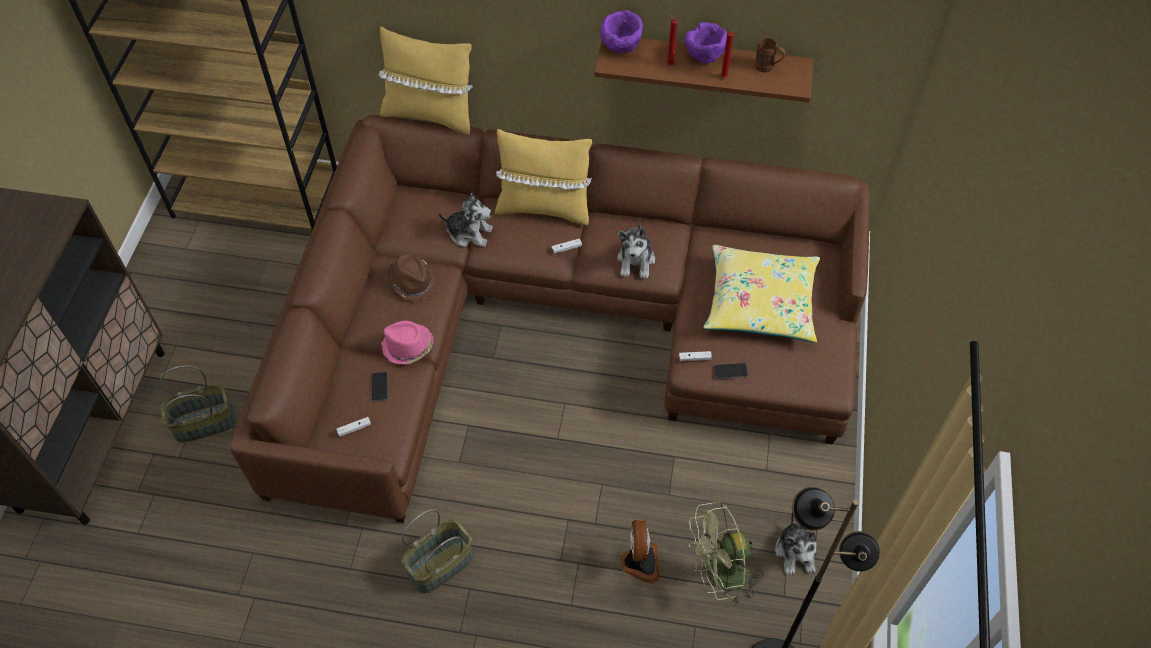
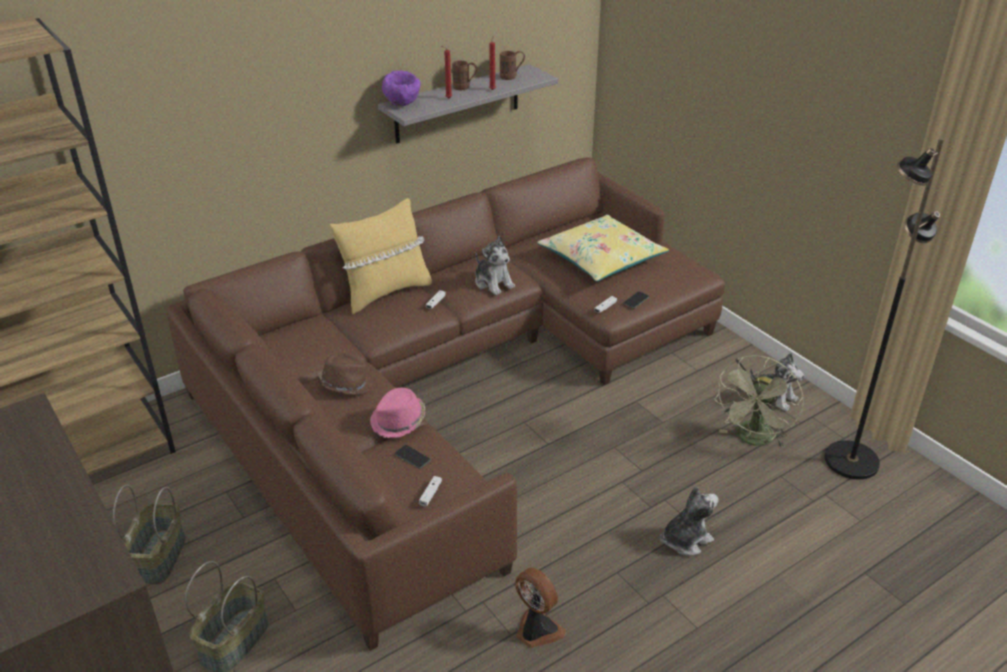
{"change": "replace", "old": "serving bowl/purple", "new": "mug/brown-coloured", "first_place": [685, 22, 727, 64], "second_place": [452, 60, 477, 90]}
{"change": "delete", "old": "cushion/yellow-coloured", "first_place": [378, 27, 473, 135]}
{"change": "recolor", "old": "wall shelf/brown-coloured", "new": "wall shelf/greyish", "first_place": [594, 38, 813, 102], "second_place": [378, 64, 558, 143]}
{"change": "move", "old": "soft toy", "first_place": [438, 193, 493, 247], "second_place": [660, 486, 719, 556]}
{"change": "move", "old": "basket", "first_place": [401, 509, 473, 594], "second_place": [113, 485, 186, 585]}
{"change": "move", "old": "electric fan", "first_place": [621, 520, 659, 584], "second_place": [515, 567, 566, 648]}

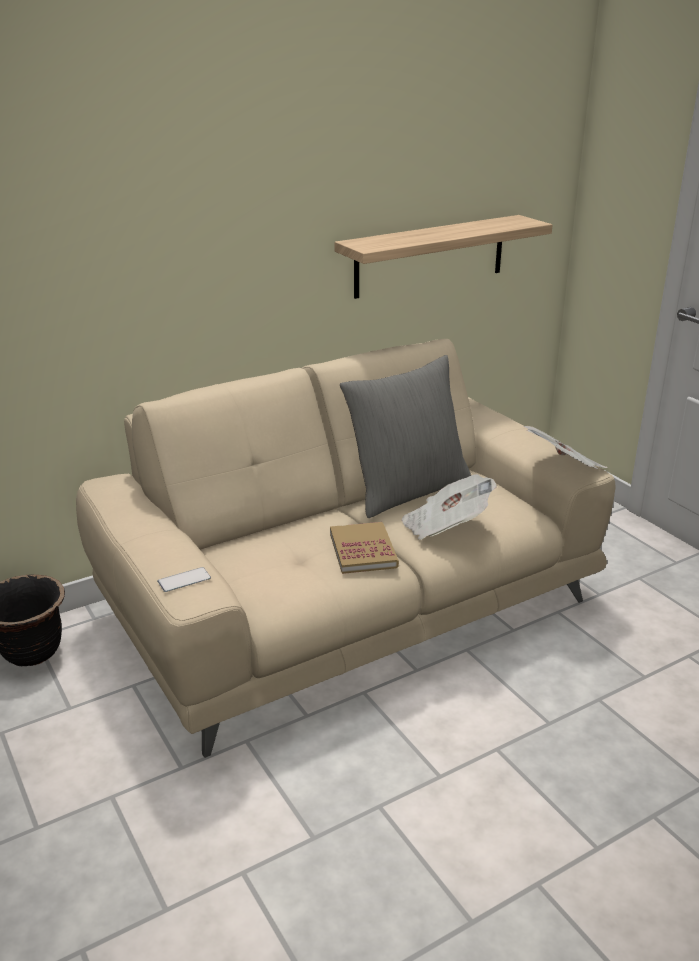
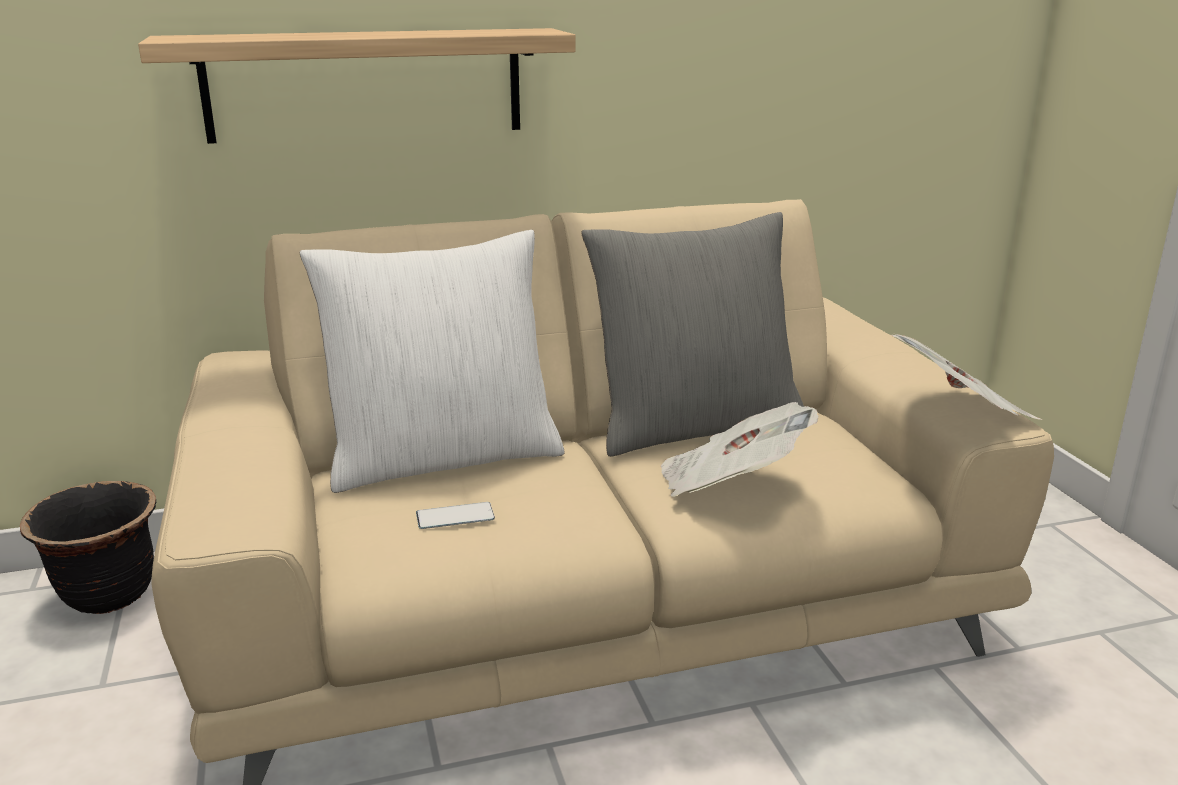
{"change": "move", "old": "wall shelf", "first_place": [335, 215, 553, 299], "second_place": [138, 28, 576, 144]}
{"change": "delete", "old": "bound book", "first_place": [330, 522, 399, 574]}
{"change": "move", "old": "handset", "first_place": [157, 567, 211, 592], "second_place": [416, 502, 495, 529]}
{"change": "insert", "new": "cushion/white", "second_place": [300, 230, 565, 493]}

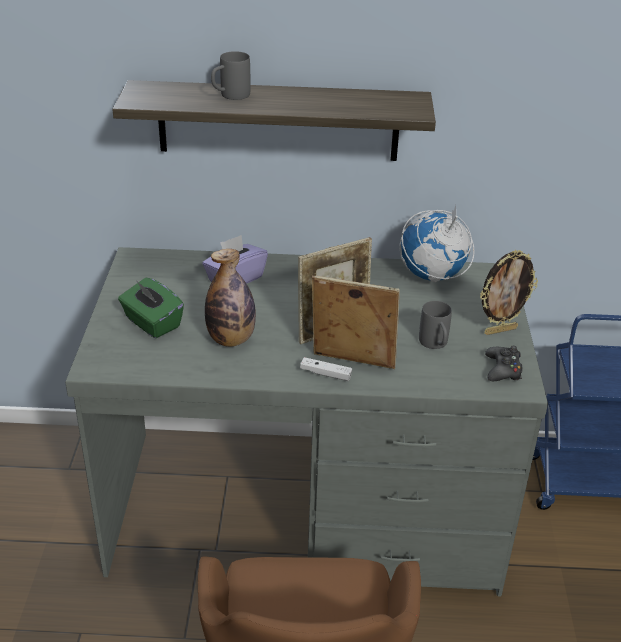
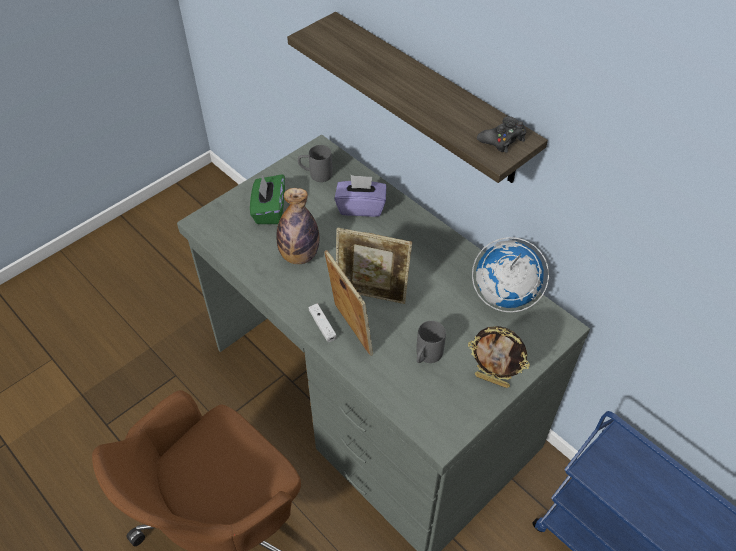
{"change": "move", "old": "mug/greyish", "first_place": [211, 51, 250, 100], "second_place": [298, 145, 332, 182]}
{"change": "move", "old": "gamepad/black-coloured", "first_place": [485, 346, 522, 381], "second_place": [477, 116, 526, 153]}

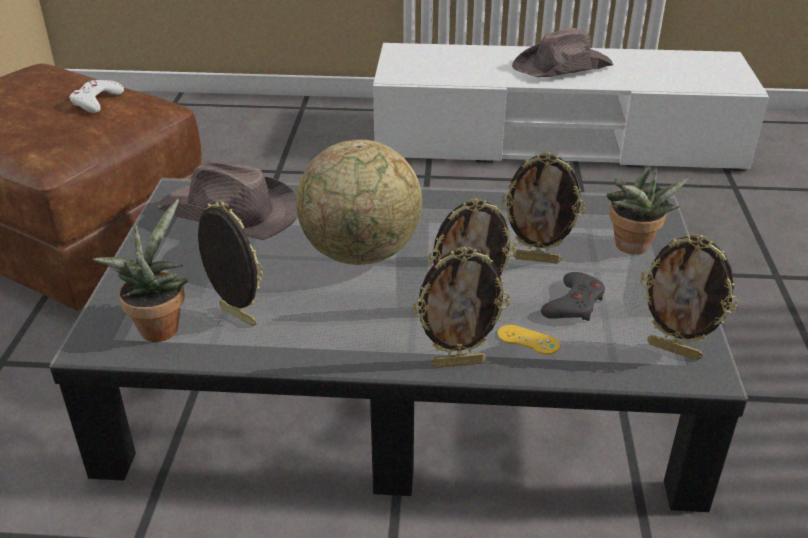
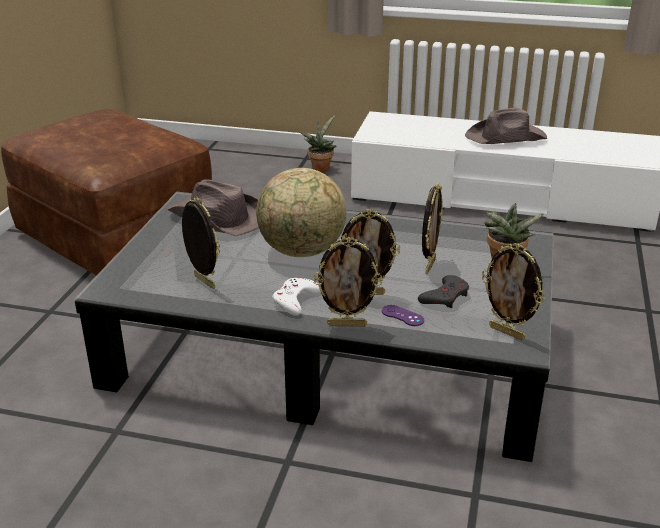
{"change": "move", "old": "gamepad/white", "first_place": [70, 80, 124, 113], "second_place": [273, 278, 320, 316]}
{"change": "rotate", "old": "standing frame", "first_place": [501, 152, 585, 264], "second_place": [422, 183, 443, 274], "degrees": -90}
{"change": "move", "old": "plant in a pot", "first_place": [93, 199, 188, 342], "second_place": [301, 115, 336, 172]}
{"change": "recolor", "old": "gamepad/yellow-coloured", "new": "gamepad/purple", "first_place": [498, 325, 560, 355], "second_place": [382, 305, 424, 326]}

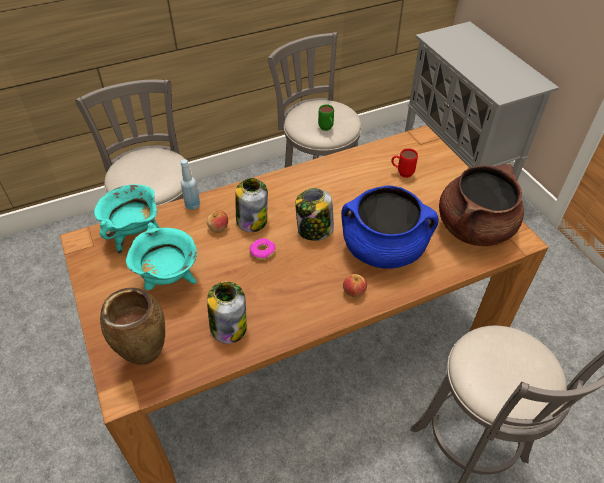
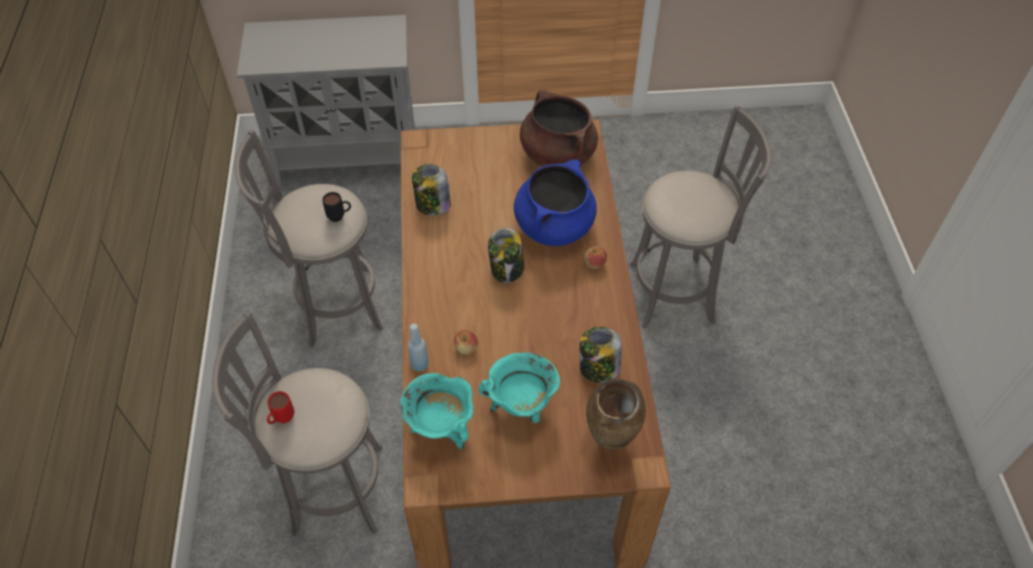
{"change": "recolor", "old": "mug/green-coloured", "new": "mug/black-coloured", "first_place": [318, 104, 334, 131], "second_place": [323, 192, 351, 222]}
{"change": "move", "old": "mug/red-coloured", "first_place": [391, 148, 418, 178], "second_place": [267, 391, 294, 424]}
{"change": "move", "old": "jar", "first_place": [235, 178, 268, 232], "second_place": [412, 164, 451, 216]}
{"change": "delete", "old": "ring doughnut", "first_place": [250, 238, 276, 260]}

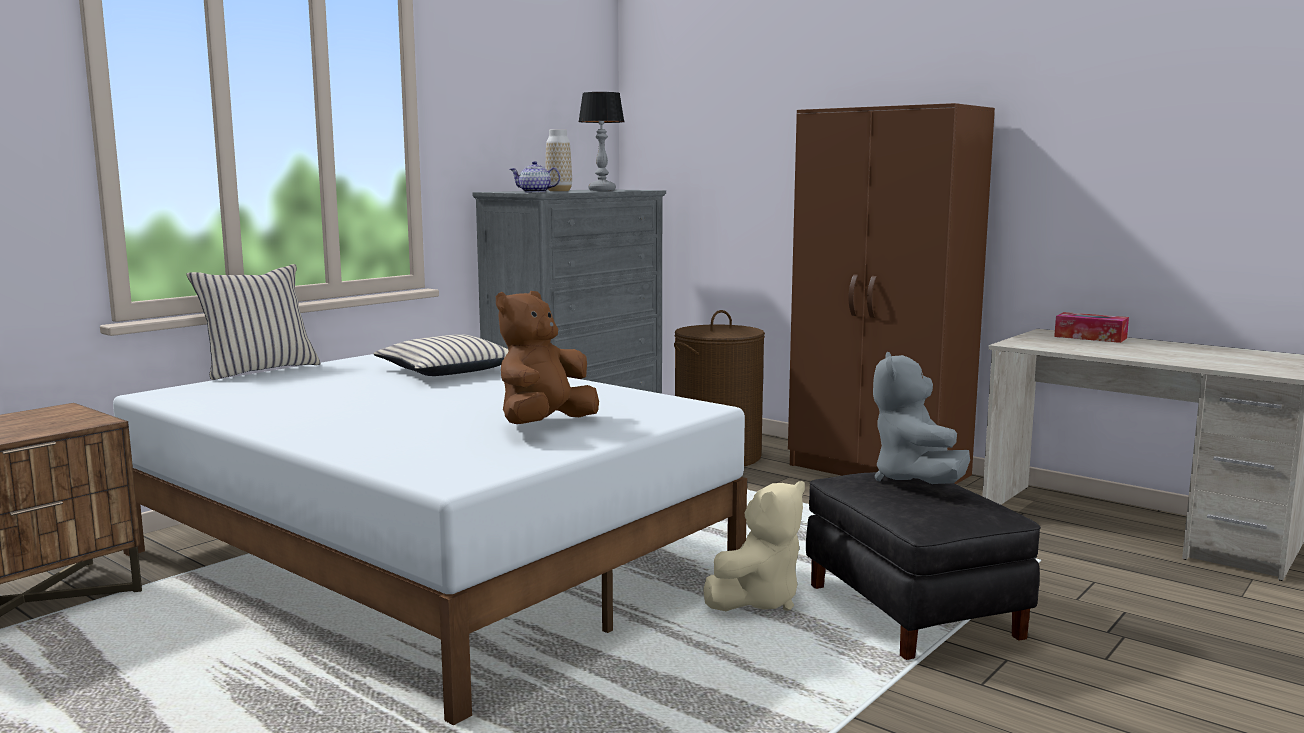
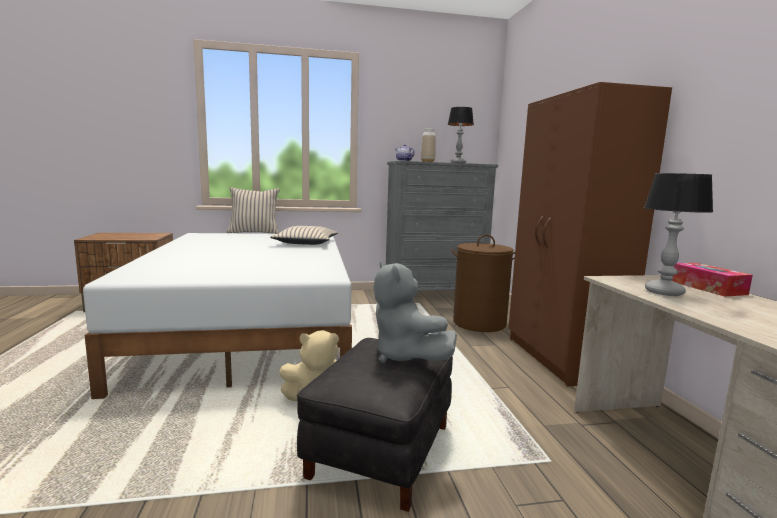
{"change": "delete", "old": "soft toy/brown-coloured", "first_place": [496, 291, 599, 424]}
{"change": "rotate", "old": "soft toy/greyish", "first_place": [873, 352, 970, 484], "second_place": [374, 261, 457, 363], "degrees": -75}
{"change": "insert", "new": "table lamp", "second_place": [644, 173, 713, 296]}

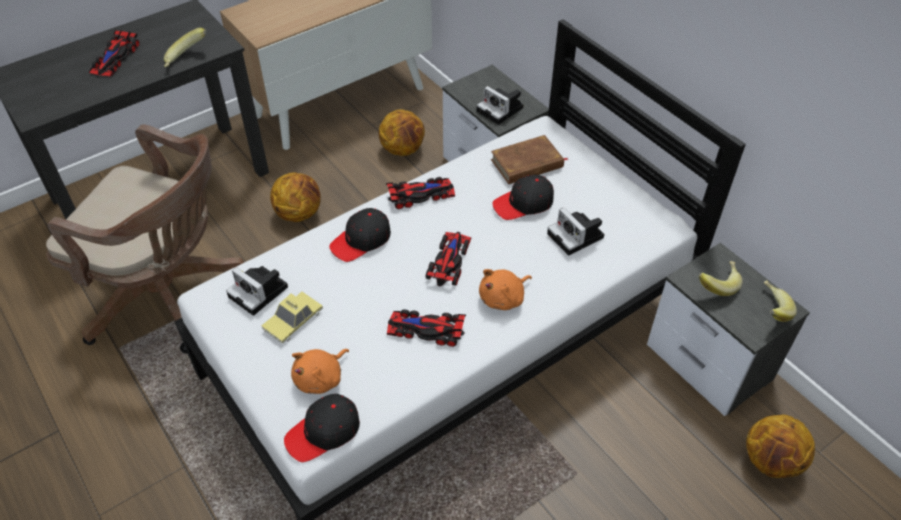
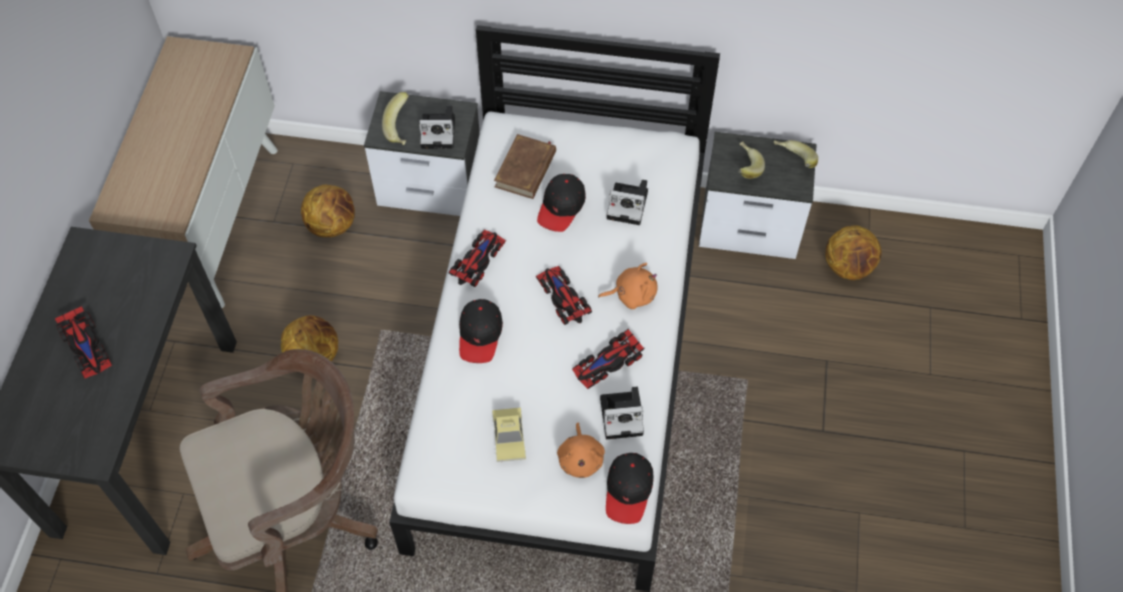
{"change": "move", "old": "banana fruit", "first_place": [164, 28, 206, 67], "second_place": [382, 92, 409, 145]}
{"change": "move", "old": "still camera", "first_place": [226, 266, 288, 316], "second_place": [600, 386, 644, 439]}
{"change": "rotate", "old": "soft toy/orangey", "first_place": [479, 269, 532, 310], "second_place": [598, 263, 658, 309], "degrees": -105}

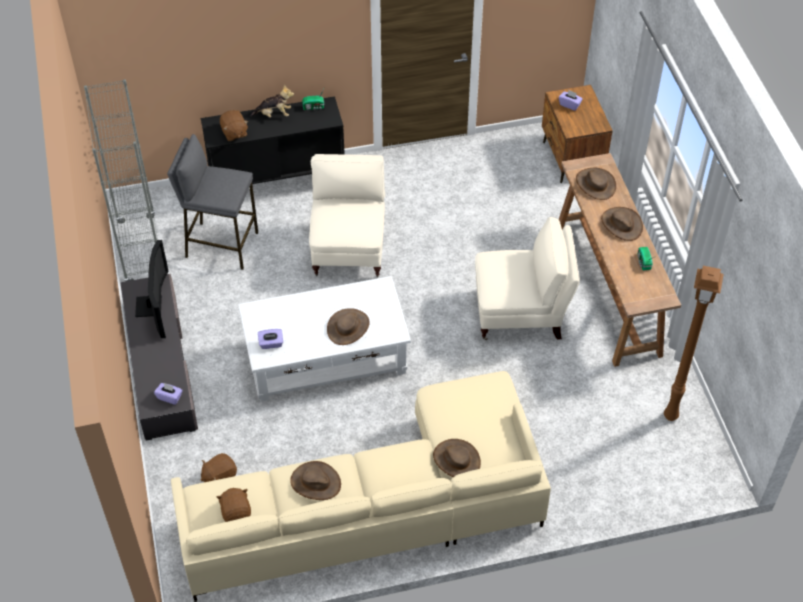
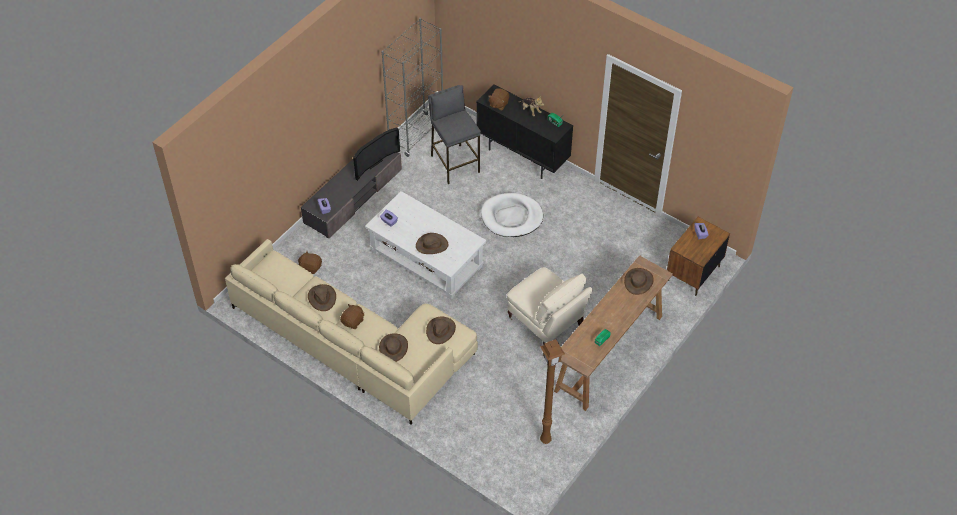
{"change": "replace", "old": "easy chair/beige-coloured", "new": "pet bed/white", "first_place": [309, 154, 385, 278], "second_place": [481, 193, 543, 237]}
{"change": "move", "old": "hat/brown-coloured", "first_place": [601, 207, 643, 241], "second_place": [426, 317, 456, 344]}
{"change": "move", "old": "soft toy/brown-coloured", "first_place": [217, 488, 251, 522], "second_place": [340, 304, 364, 329]}

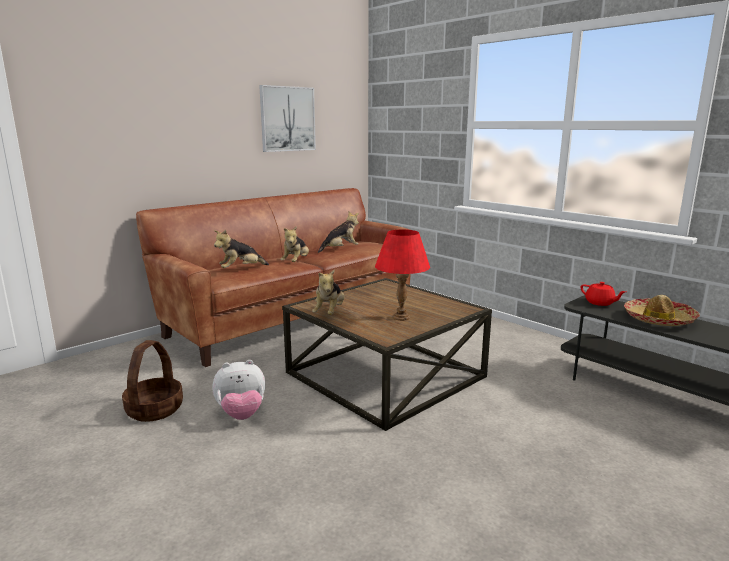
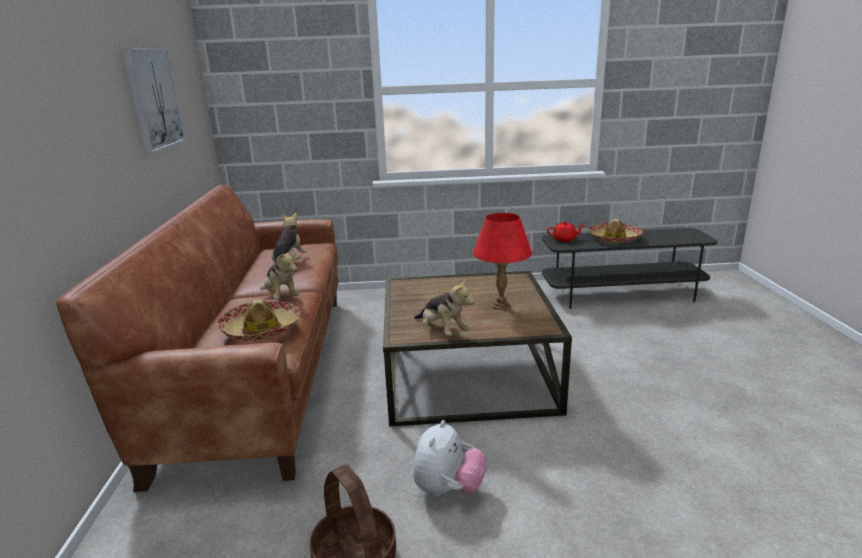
{"change": "replace", "old": "soft toy", "new": "hat", "first_place": [214, 230, 269, 268], "second_place": [217, 300, 301, 340]}

